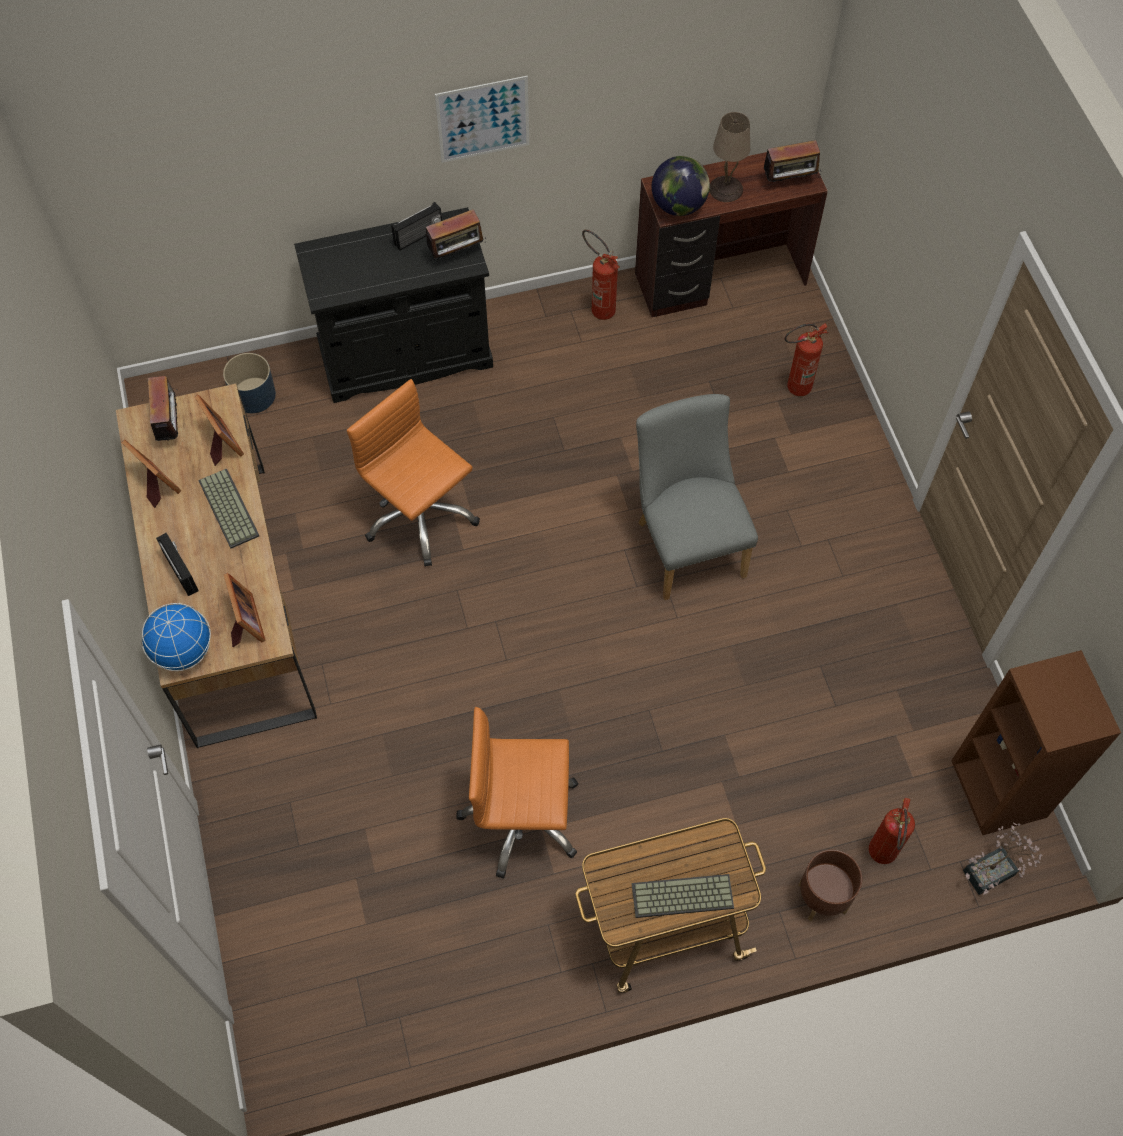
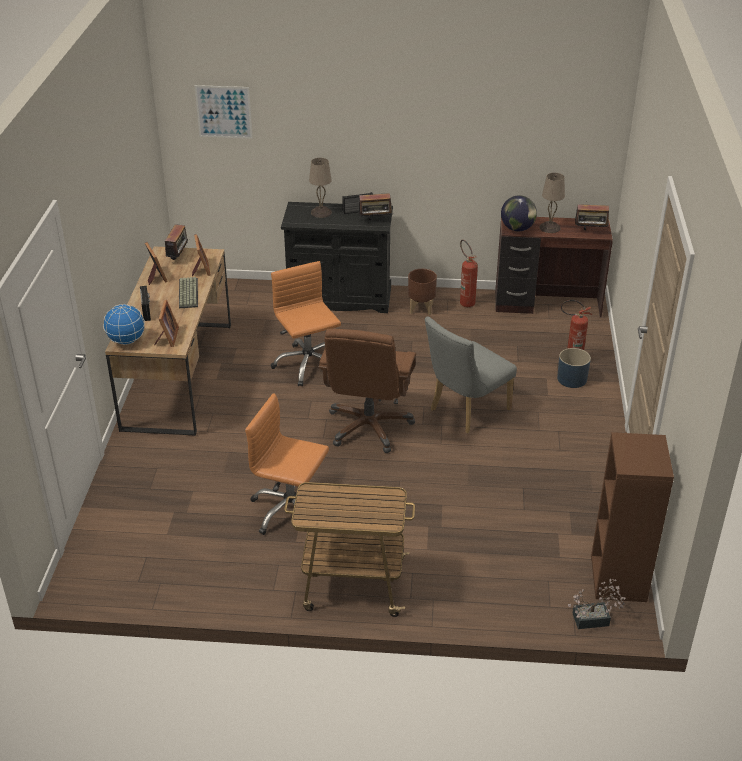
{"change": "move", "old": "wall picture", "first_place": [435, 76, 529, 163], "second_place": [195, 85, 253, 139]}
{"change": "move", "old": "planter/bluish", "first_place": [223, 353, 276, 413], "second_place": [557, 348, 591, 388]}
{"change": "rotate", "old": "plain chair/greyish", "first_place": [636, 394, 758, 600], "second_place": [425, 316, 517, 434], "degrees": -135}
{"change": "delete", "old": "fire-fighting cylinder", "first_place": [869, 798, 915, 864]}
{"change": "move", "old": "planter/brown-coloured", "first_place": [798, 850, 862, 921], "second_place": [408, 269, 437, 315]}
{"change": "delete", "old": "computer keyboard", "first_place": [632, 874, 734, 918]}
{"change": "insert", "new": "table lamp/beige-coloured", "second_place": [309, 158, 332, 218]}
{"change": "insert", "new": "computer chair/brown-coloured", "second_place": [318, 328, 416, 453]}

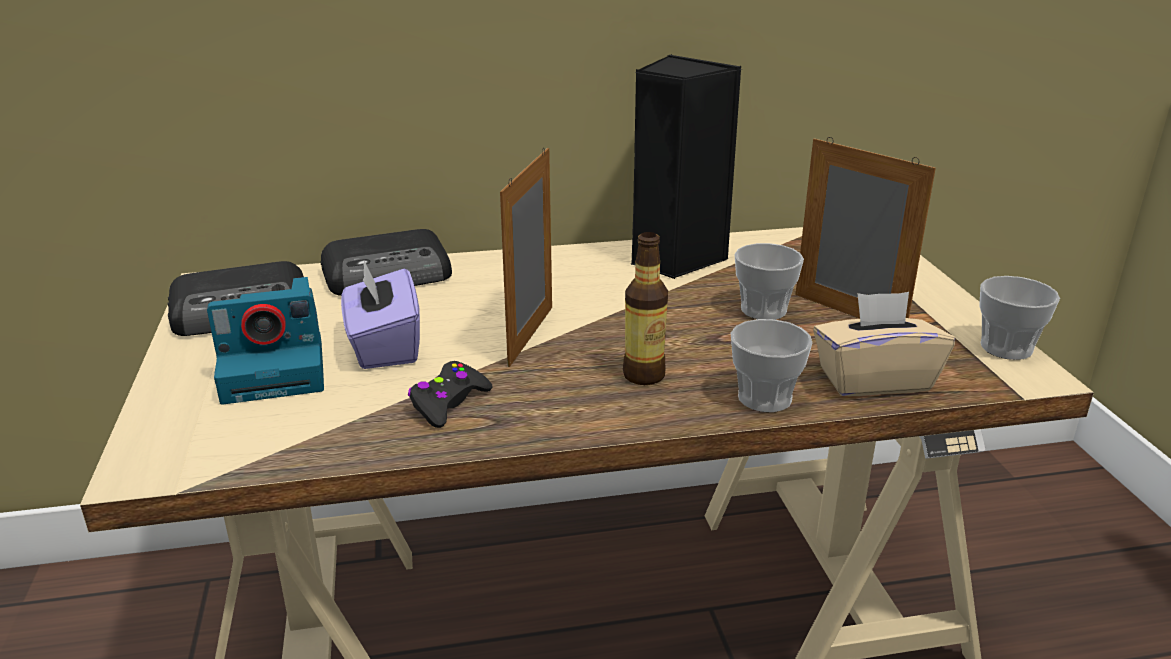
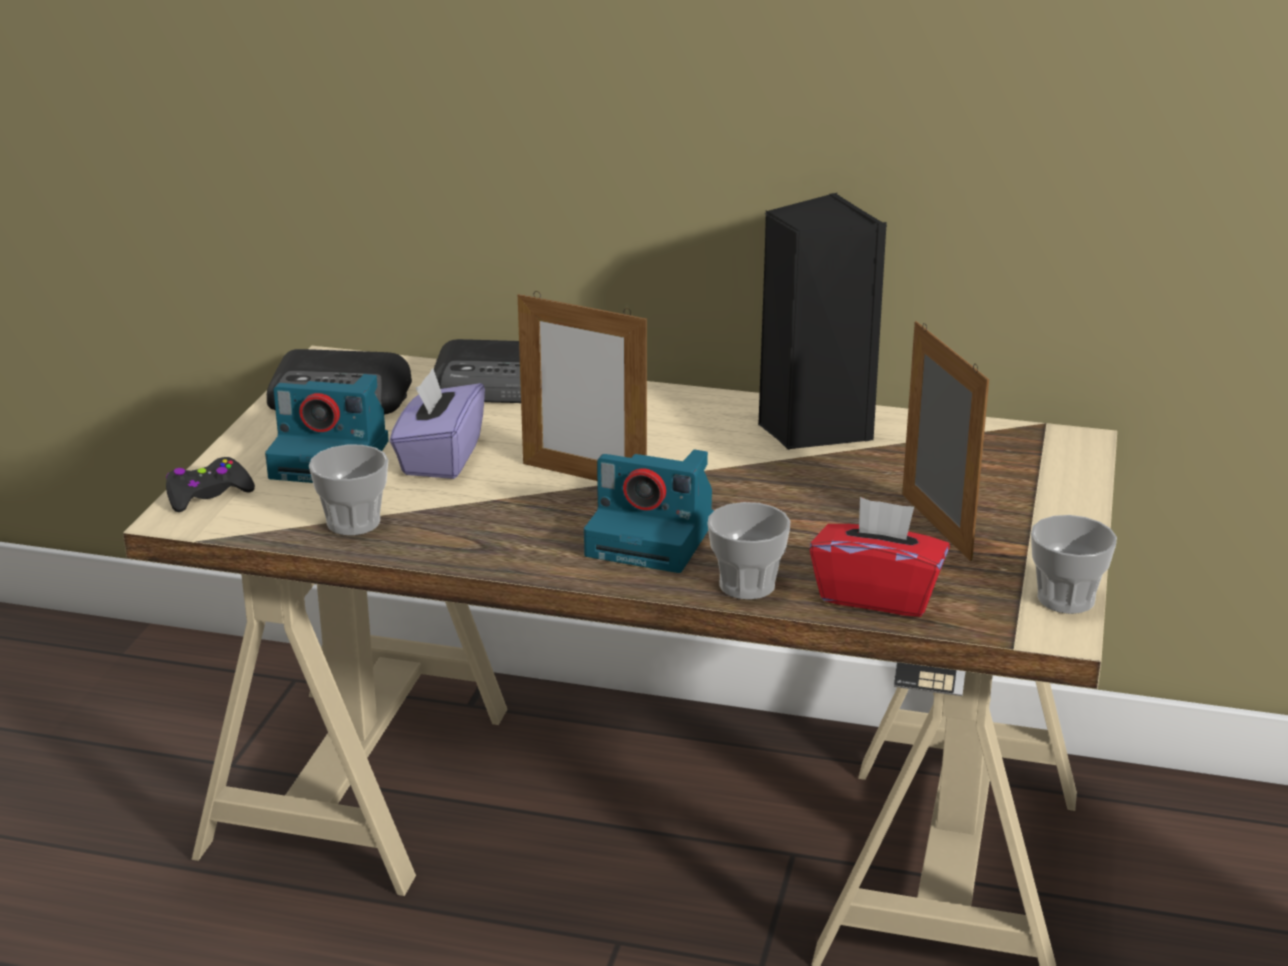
{"change": "rotate", "old": "standing frame", "first_place": [500, 148, 552, 367], "second_place": [518, 291, 647, 481], "degrees": -105}
{"change": "replace", "old": "drink bottle", "new": "still camera", "first_place": [623, 232, 668, 385], "second_place": [584, 450, 714, 573]}
{"change": "move", "old": "small cup", "first_place": [734, 243, 804, 319], "second_place": [309, 444, 388, 535]}
{"change": "recolor", "old": "tissue holder/beige-coloured", "new": "tissue holder/red-coloured", "first_place": [813, 292, 955, 396], "second_place": [809, 497, 950, 617]}
{"change": "move", "old": "gamepad/black-coloured", "first_place": [408, 361, 493, 428], "second_place": [166, 457, 255, 512]}

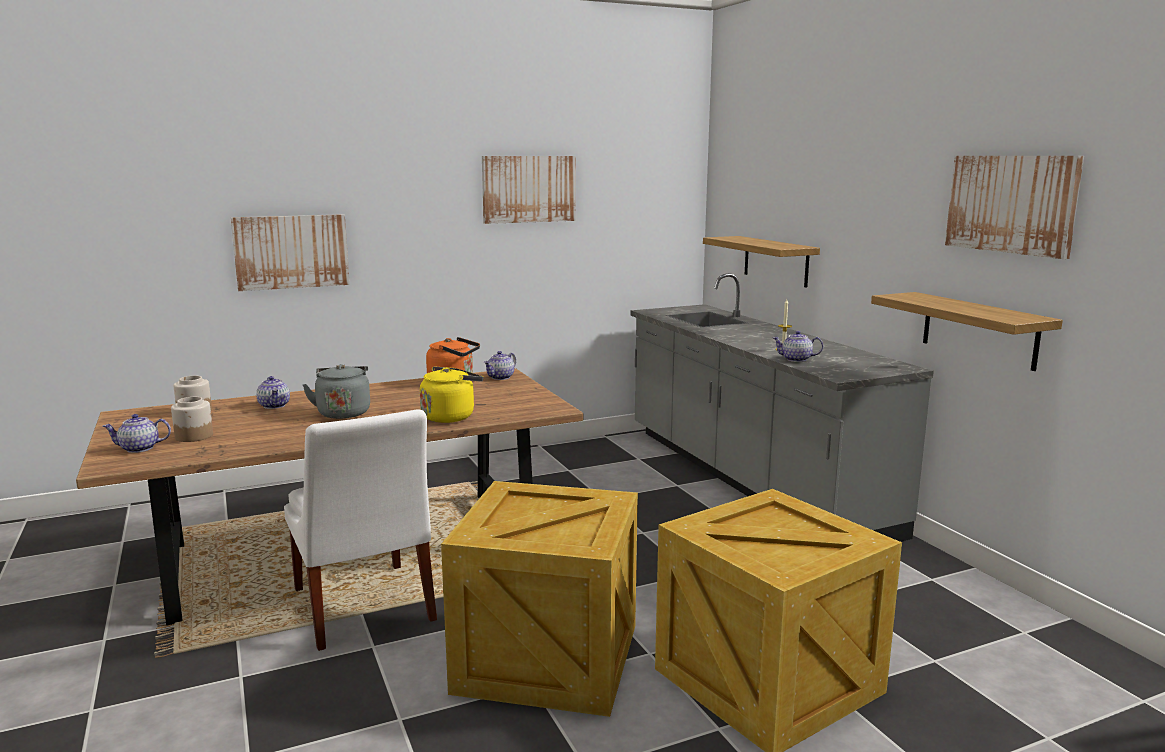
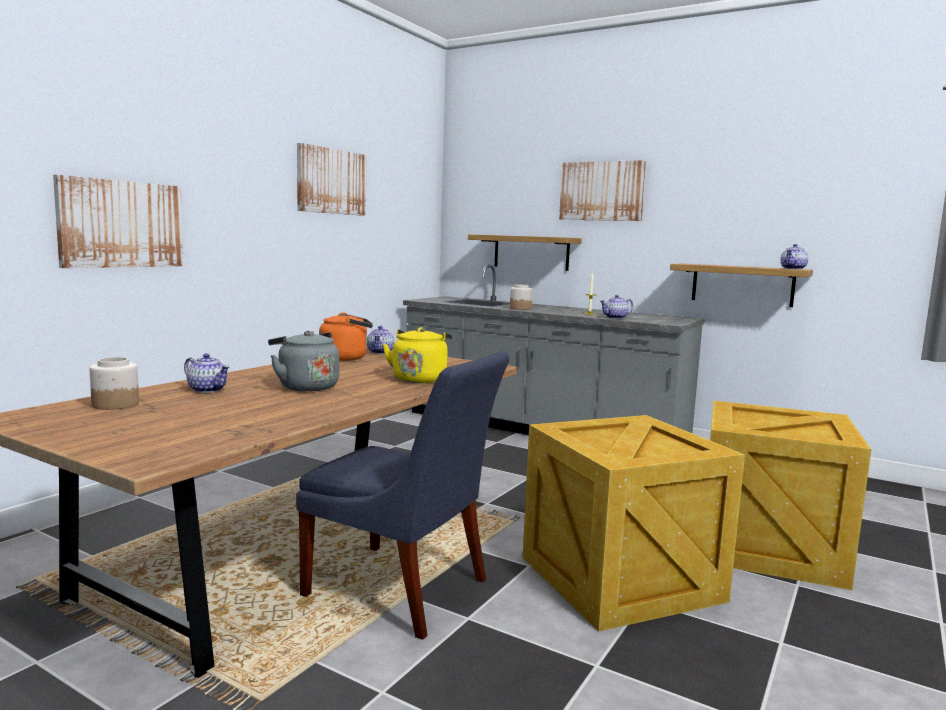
{"change": "move", "old": "wall picture", "first_place": [945, 156, 1084, 259], "second_place": [559, 160, 646, 221]}
{"change": "move", "old": "jar", "first_place": [171, 397, 213, 442], "second_place": [510, 284, 532, 310]}
{"change": "recolor", "old": "plain chair/white", "new": "plain chair/bluish", "first_place": [284, 409, 437, 651], "second_place": [296, 351, 509, 640]}
{"change": "move", "old": "pot for tea", "first_place": [103, 414, 171, 453], "second_place": [780, 244, 808, 269]}

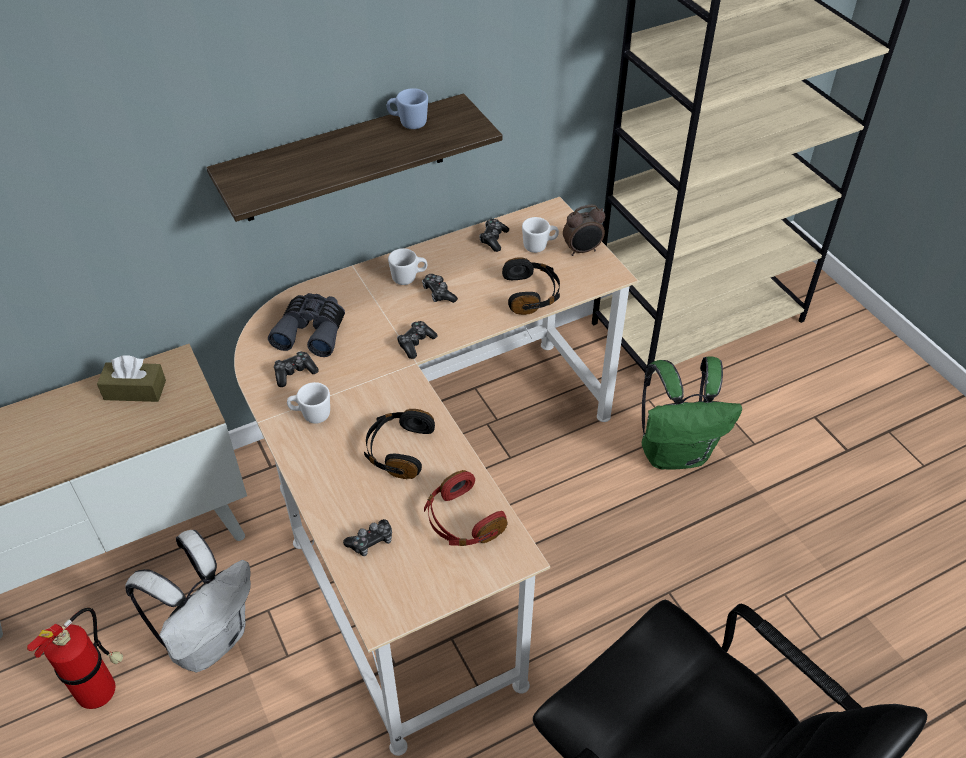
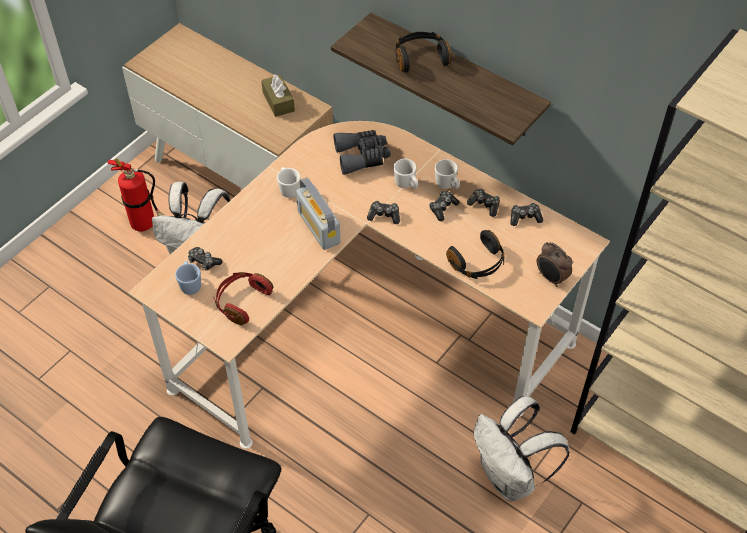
{"change": "move", "old": "mug/bluish", "first_place": [387, 88, 428, 129], "second_place": [175, 261, 201, 295]}
{"change": "move", "old": "mug/white", "first_place": [522, 217, 559, 253], "second_place": [393, 159, 418, 188]}
{"change": "move", "old": "gamepad", "first_place": [274, 351, 319, 387], "second_place": [467, 189, 500, 217]}
{"change": "recolor", "old": "knapsack/green-coloured", "new": "knapsack/white", "first_place": [642, 356, 742, 470], "second_place": [474, 396, 570, 501]}
{"change": "move", "old": "headset/black-coloured", "first_place": [364, 409, 435, 479], "second_place": [395, 32, 451, 72]}
{"change": "insert", "new": "radio set", "second_place": [296, 177, 341, 250]}

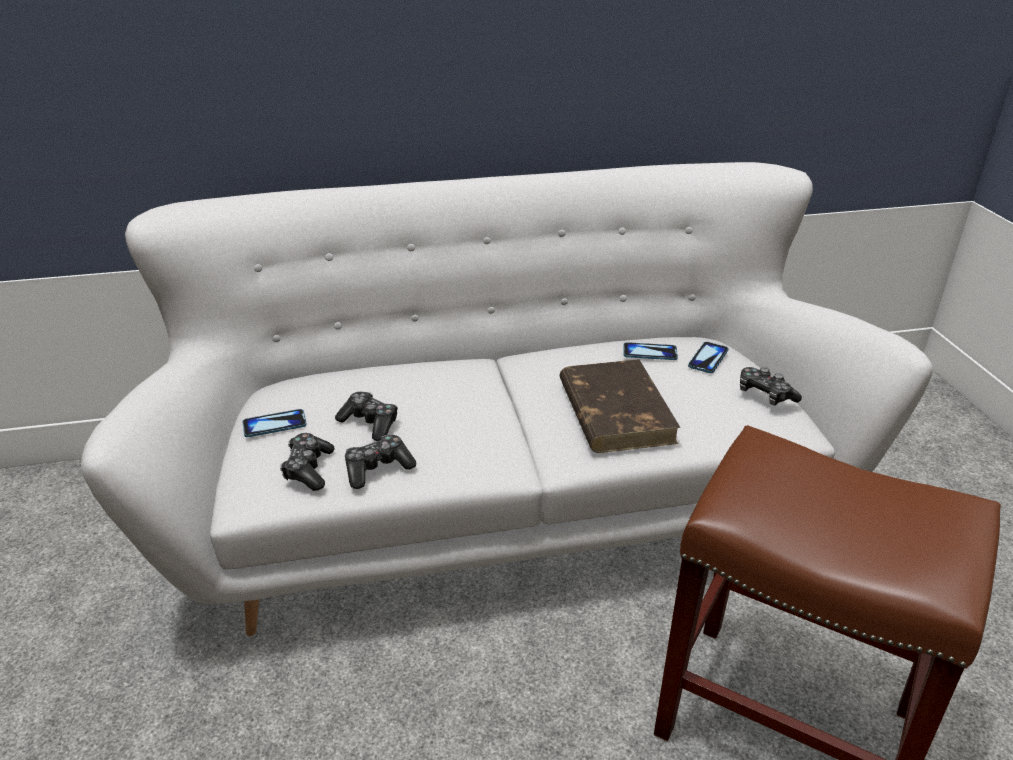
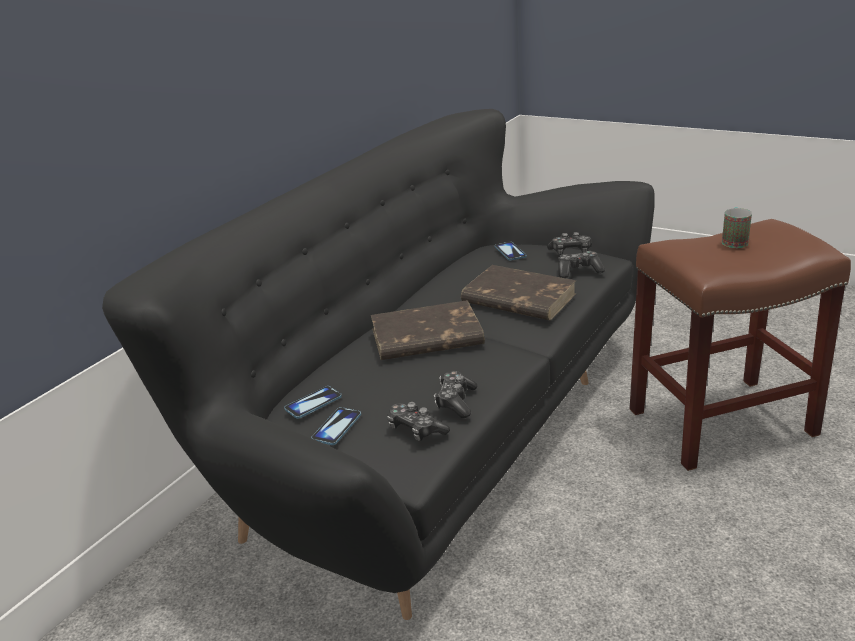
{"change": "recolor", "old": "couch/white", "new": "couch/black-coloured", "first_place": [81, 162, 933, 636], "second_place": [102, 109, 655, 620]}
{"change": "move", "old": "handset", "first_place": [623, 342, 678, 360], "second_place": [284, 386, 342, 419]}
{"change": "move", "old": "gamepad", "first_place": [335, 392, 398, 441], "second_place": [558, 251, 605, 278]}
{"change": "insert", "new": "mug", "second_place": [722, 207, 752, 248]}
{"change": "insert", "new": "bound book/brown-coloured", "second_place": [371, 300, 485, 360]}

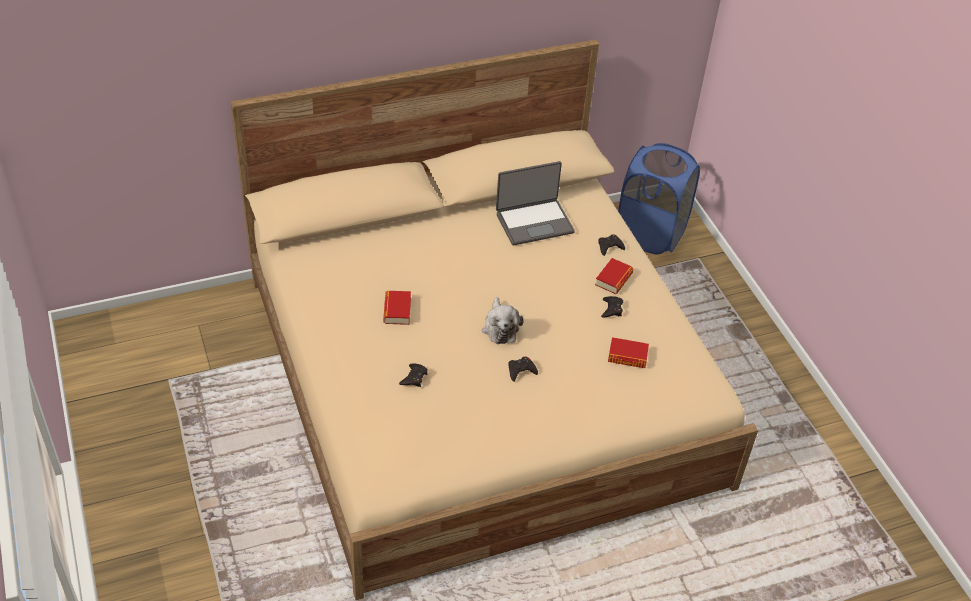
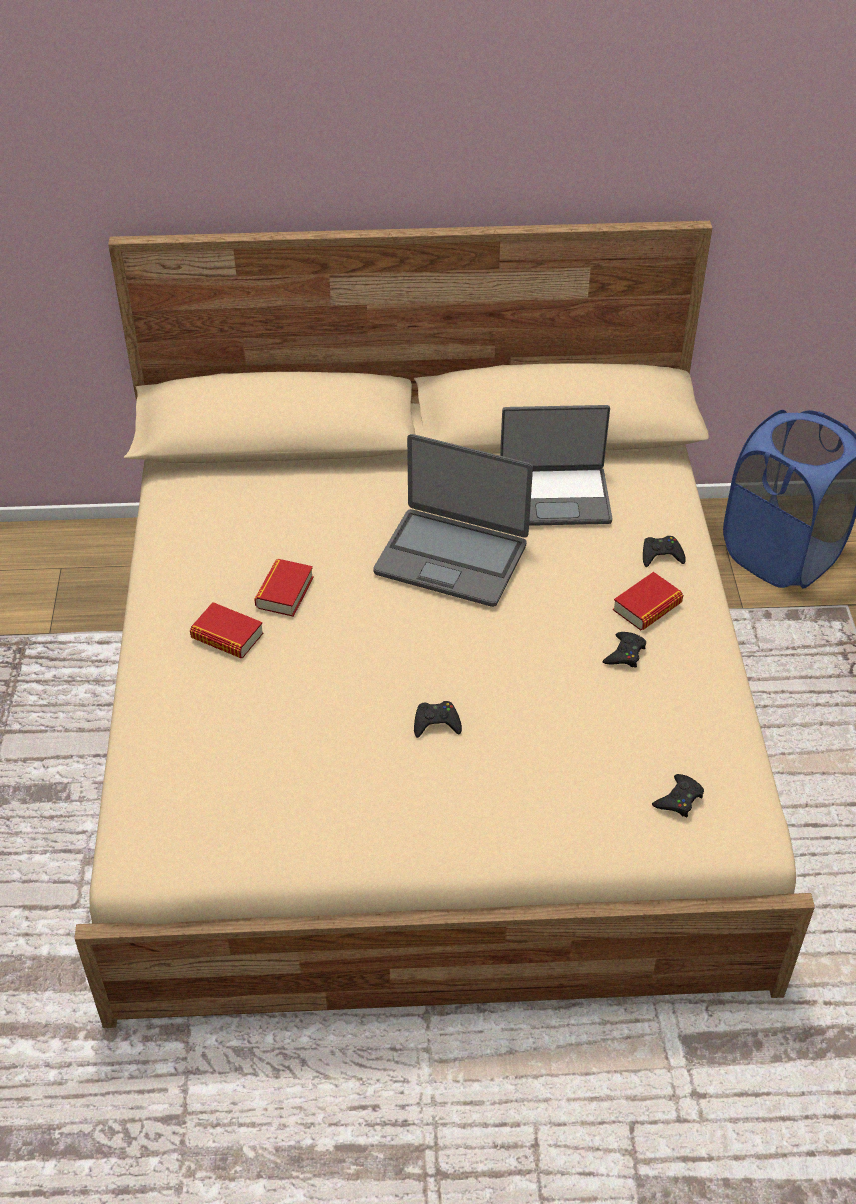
{"change": "delete", "old": "soft toy", "first_place": [482, 297, 524, 344]}
{"change": "move", "old": "bound book", "first_place": [608, 337, 649, 368], "second_place": [190, 602, 264, 658]}
{"change": "move", "old": "gamepad/black-coloured", "first_place": [399, 363, 428, 387], "second_place": [652, 774, 704, 818]}
{"change": "insert", "new": "portable computer", "second_place": [373, 434, 533, 607]}

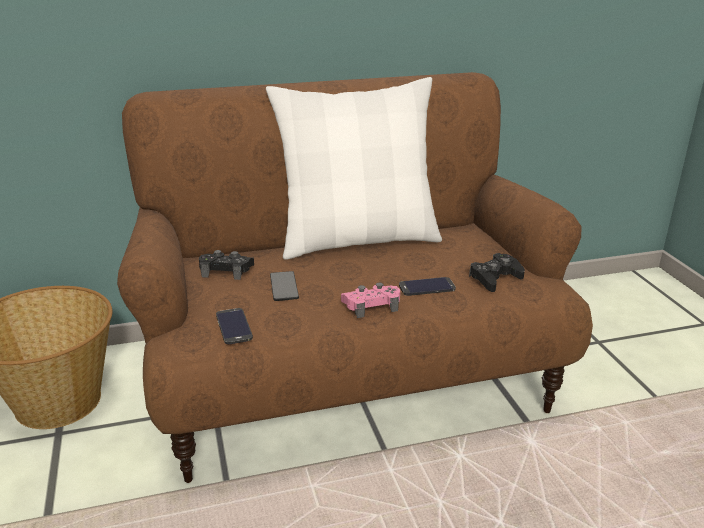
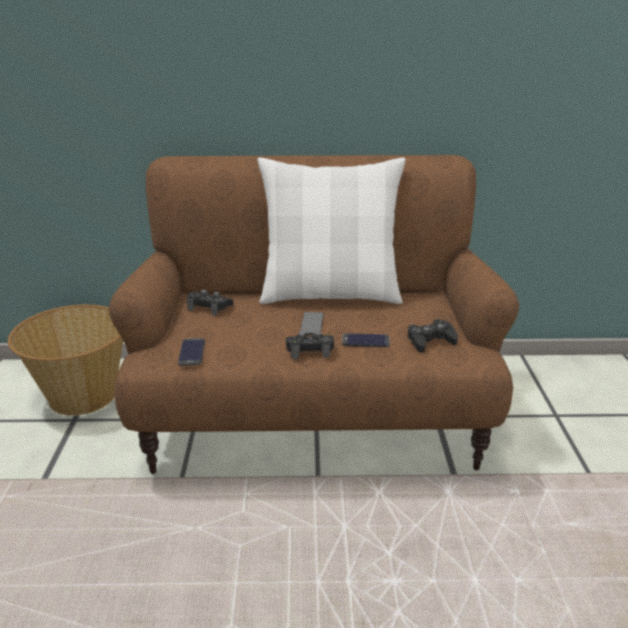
{"change": "move", "old": "handset", "first_place": [270, 271, 299, 301], "second_place": [300, 312, 324, 335]}
{"change": "recolor", "old": "gamepad/pink-coloured", "new": "gamepad/black-coloured", "first_place": [341, 283, 400, 318], "second_place": [286, 331, 334, 359]}

